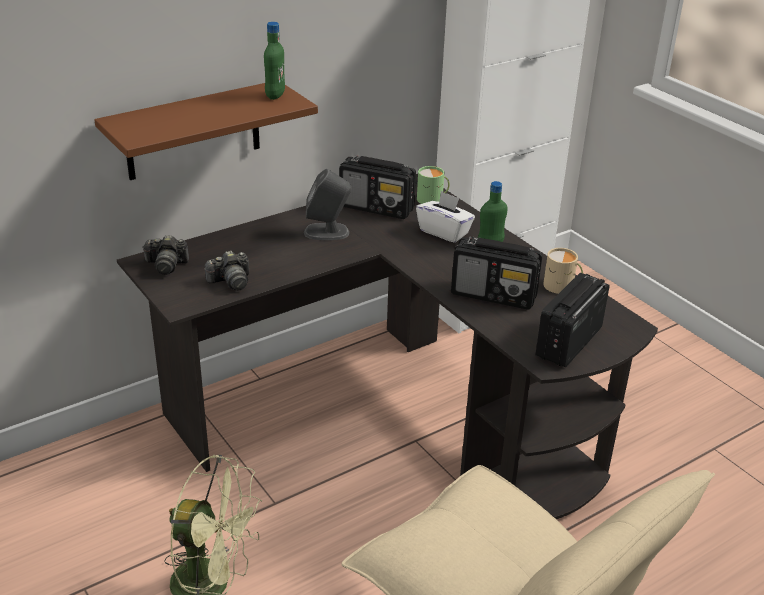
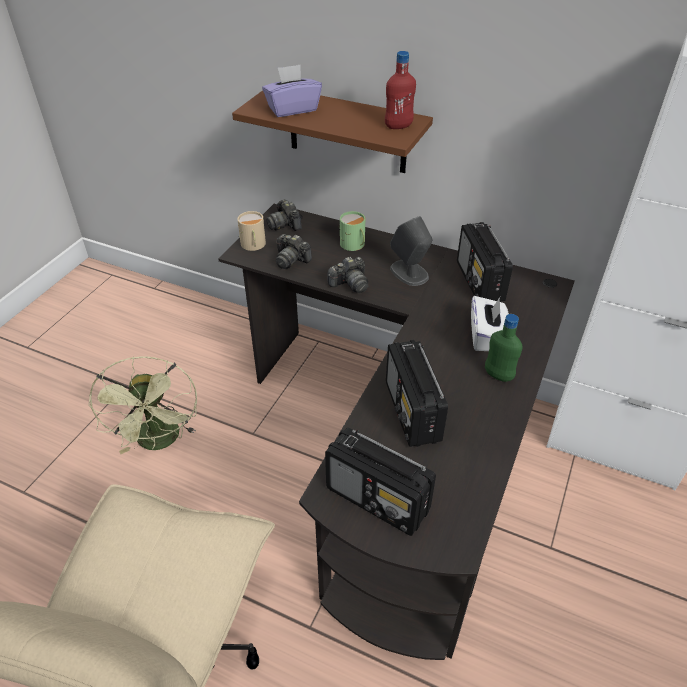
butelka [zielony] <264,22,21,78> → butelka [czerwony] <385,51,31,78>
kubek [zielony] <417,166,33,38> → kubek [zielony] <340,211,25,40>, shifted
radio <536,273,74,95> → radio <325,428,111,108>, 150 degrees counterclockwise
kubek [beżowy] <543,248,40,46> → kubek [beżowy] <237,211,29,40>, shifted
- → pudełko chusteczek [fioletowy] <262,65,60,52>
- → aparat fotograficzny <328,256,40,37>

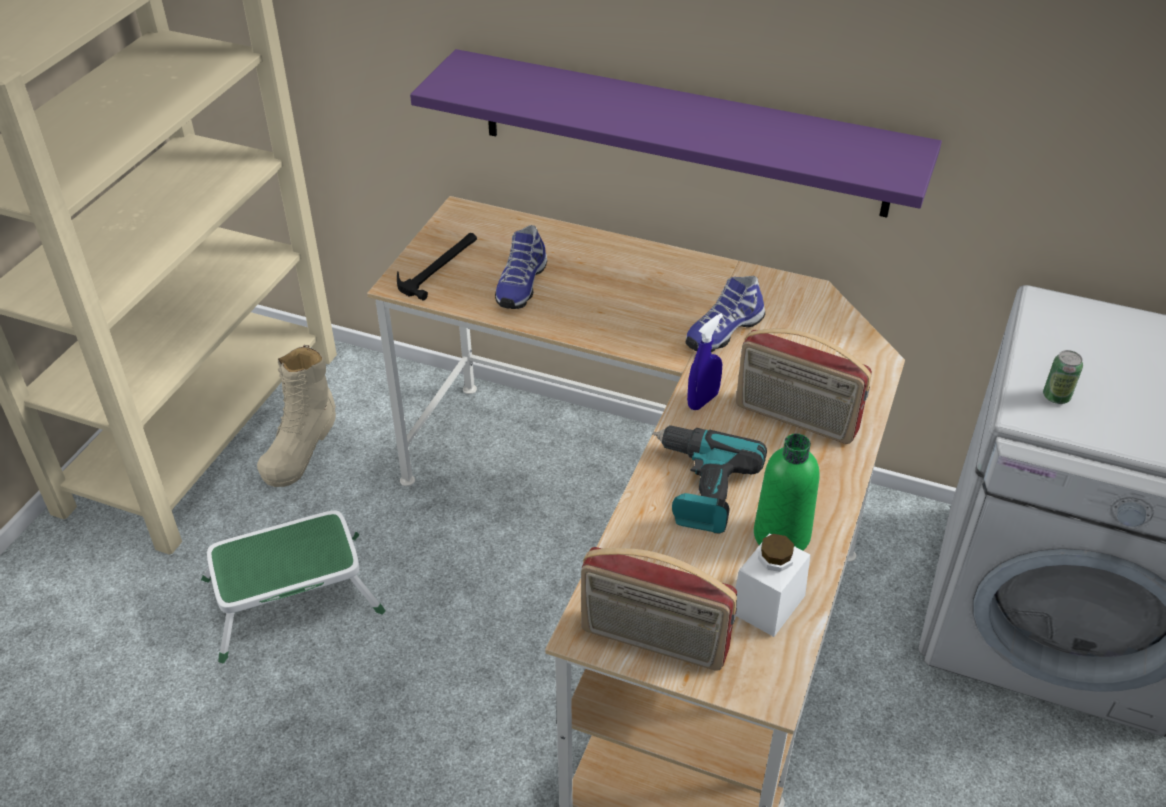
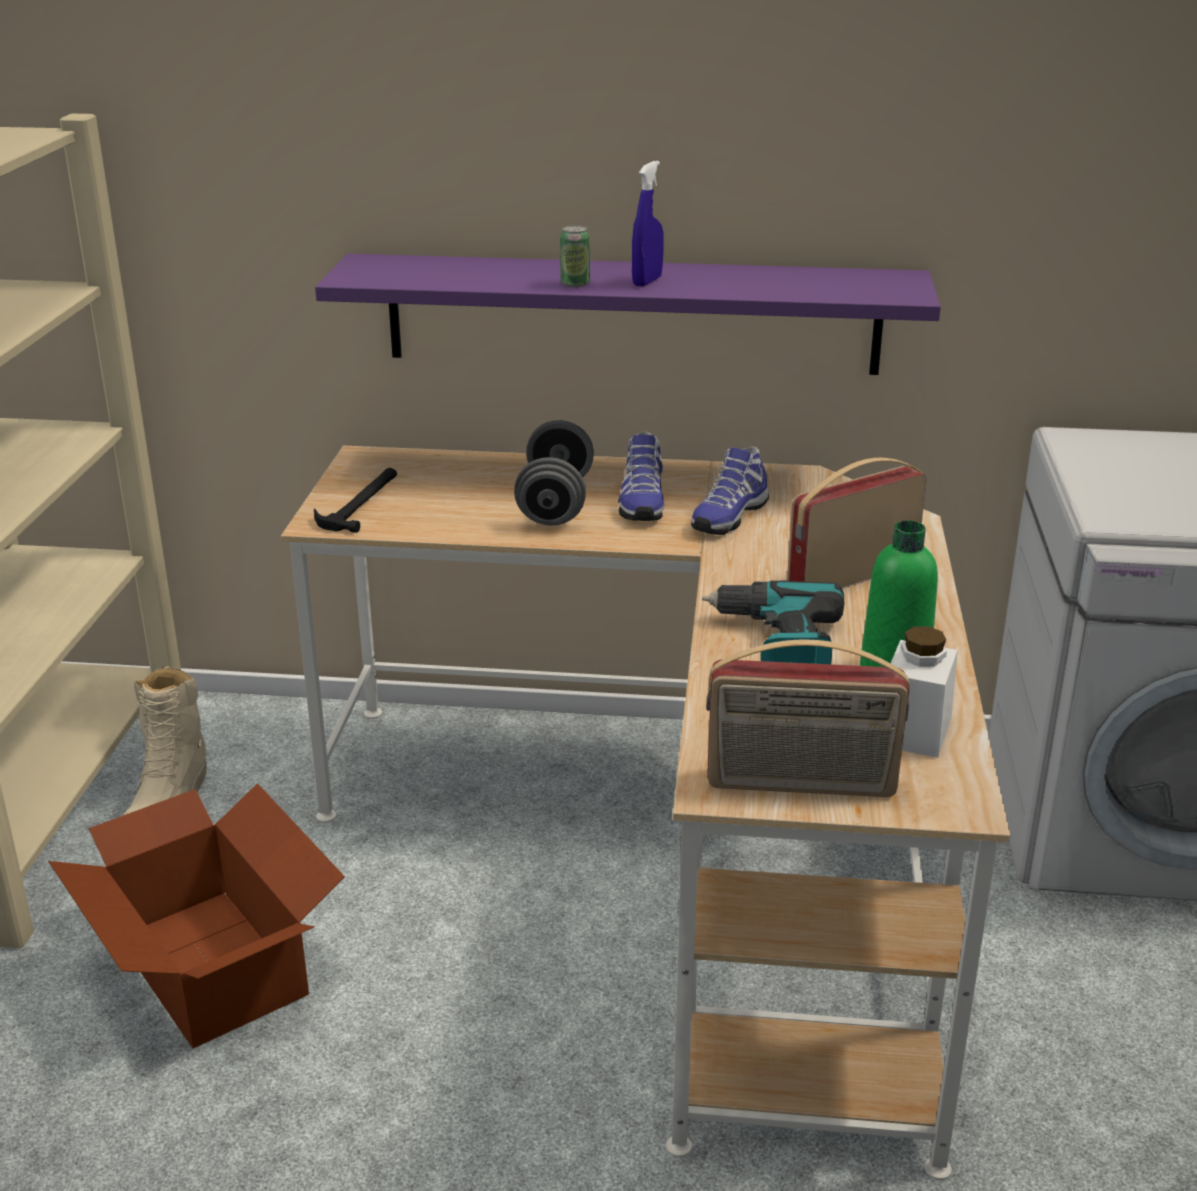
drabinka [zielony] <201,510,185,154> → karton <48,783,297,265>
but <495,225,52,84> → but <618,431,46,90>, shifted
spryskiwacz [niebieski] <687,313,36,97> → spryskiwacz [niebieski] <632,161,32,125>, shifted
radio <736,329,136,115> → radio <787,458,140,131>, 135 degrees clockwise
puszka <1043,350,40,54> → puszka <560,226,30,62>, shifted
- → hantel [szary] <514,420,80,105>

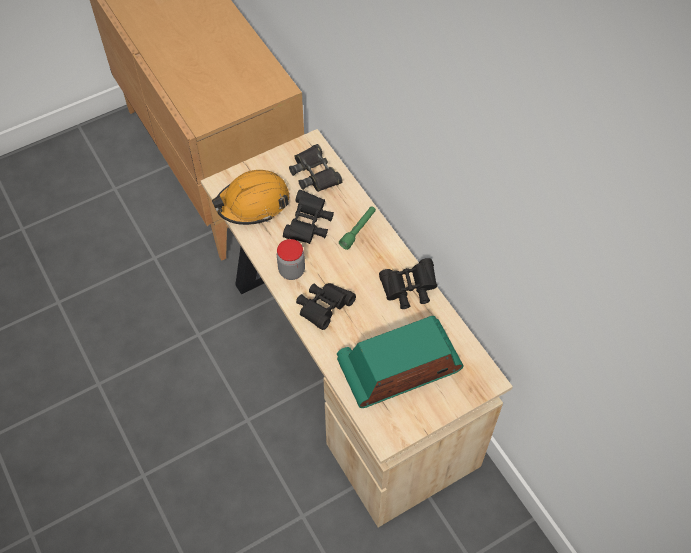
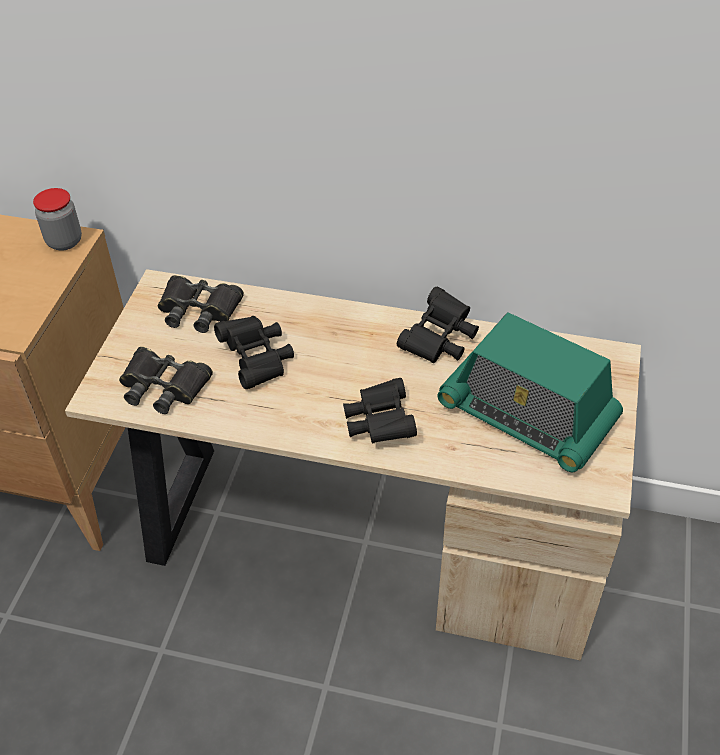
kask [pomarańczowy] <212,170,77,55> → lornetka [czarny] <119,347,94,67>
słoik <277,239,28,41> → słoik <33,188,49,63>, shifted
radio <337,316,127,92> → radio <437,312,186,160>, 75 degrees counterclockwise
latarka [zielony] <339,206,37,44> → -

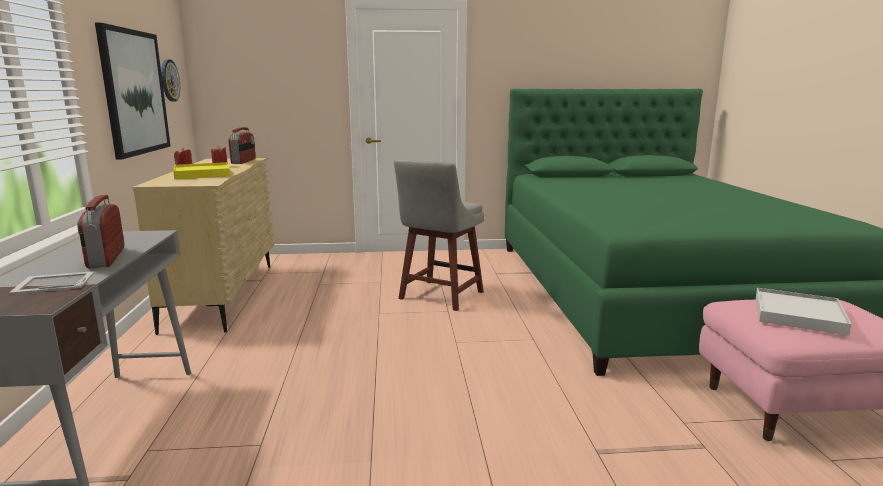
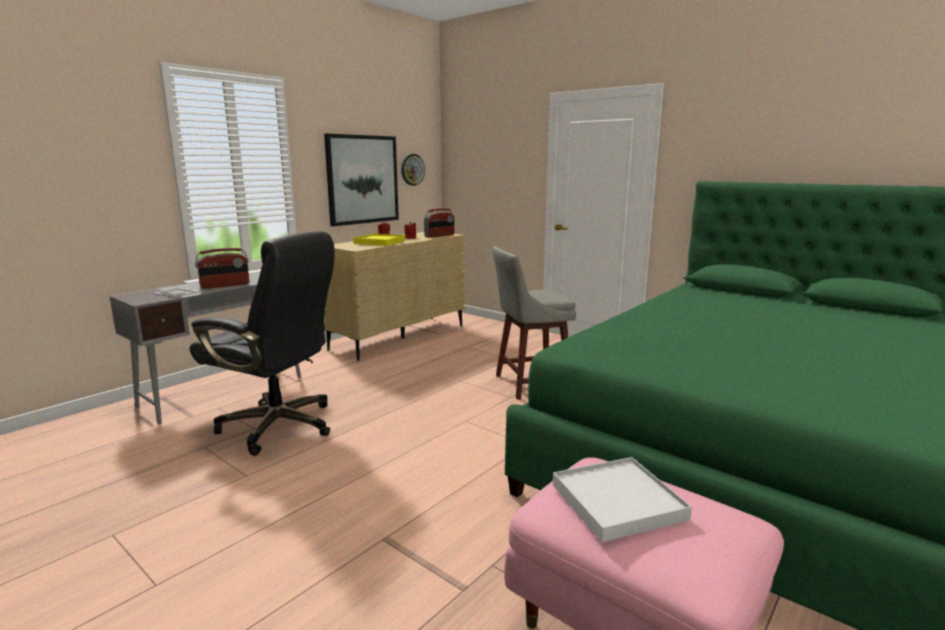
radio <77,195,48,73> → radio <195,248,54,41>, 150 degrees counterclockwise
- → krzesło biurowe [czarny] <189,231,146,225>

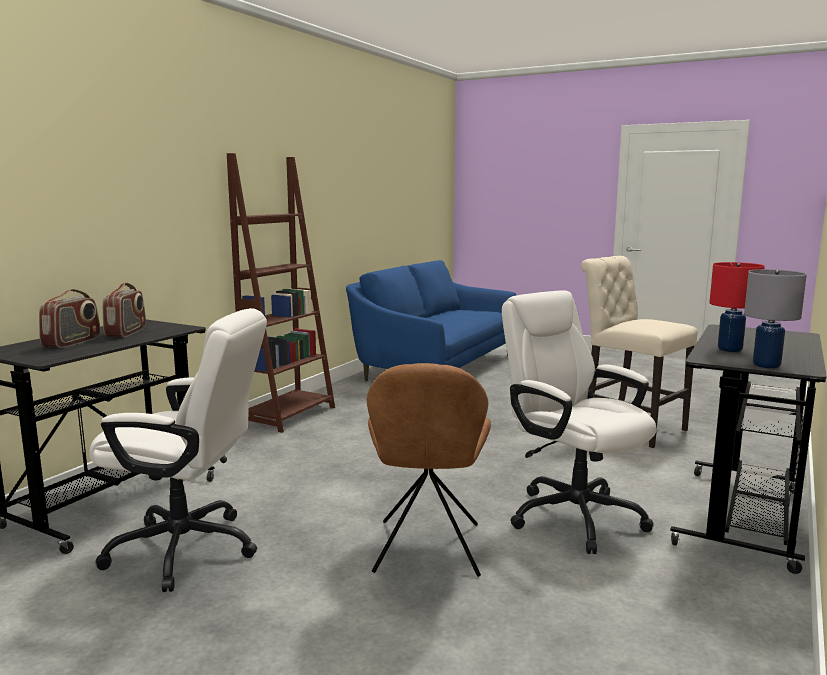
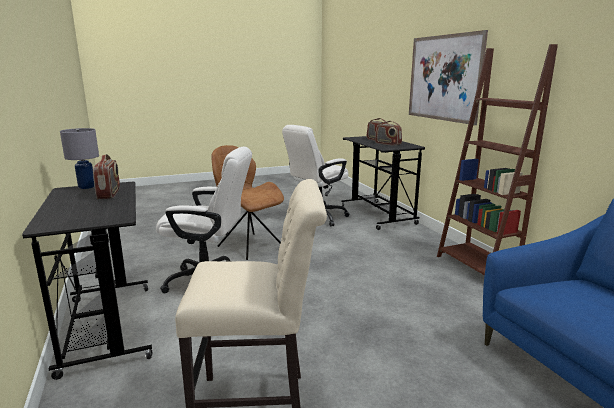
lampa stołowa [czerwony] <709,262,56,90> → radio <93,154,27,45>
- → obraz <409,30,79,95>

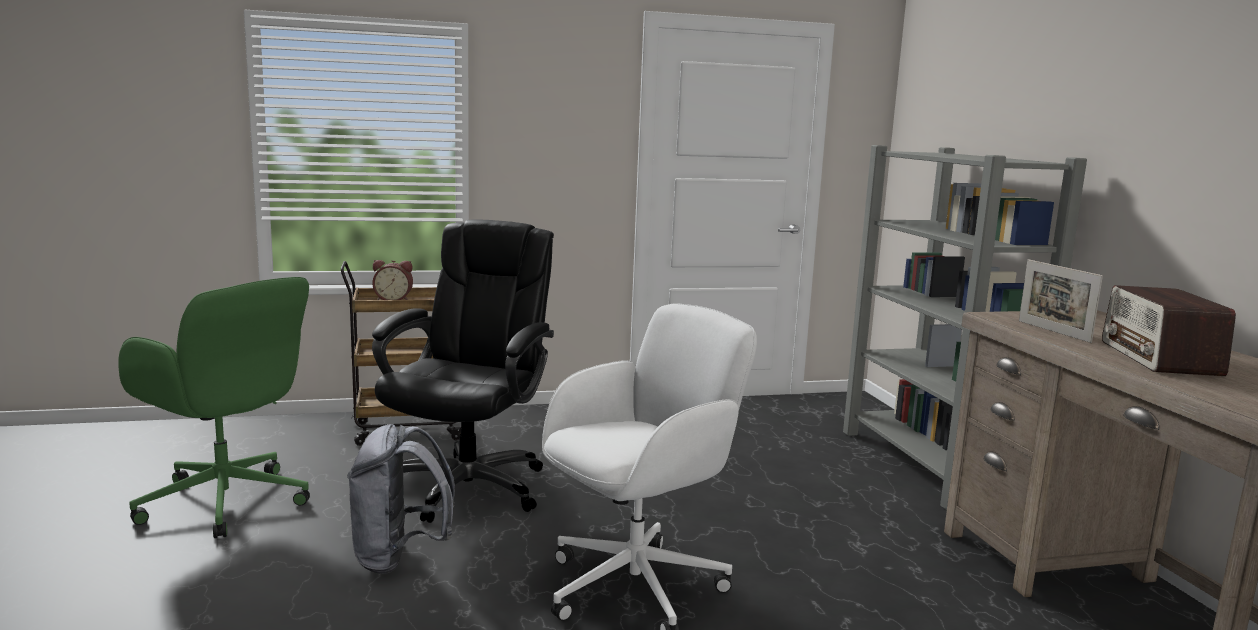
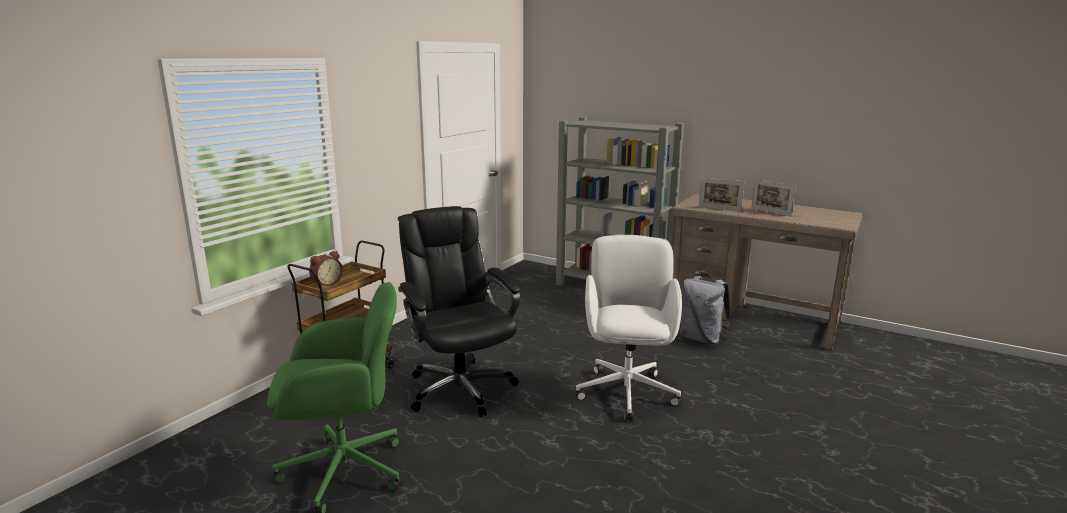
plecak [szary] <347,424,108,150> → plecak [szary] <680,276,51,68>, shifted
radio <1102,285,134,91> → ramka na zdjęcie <751,179,44,37>

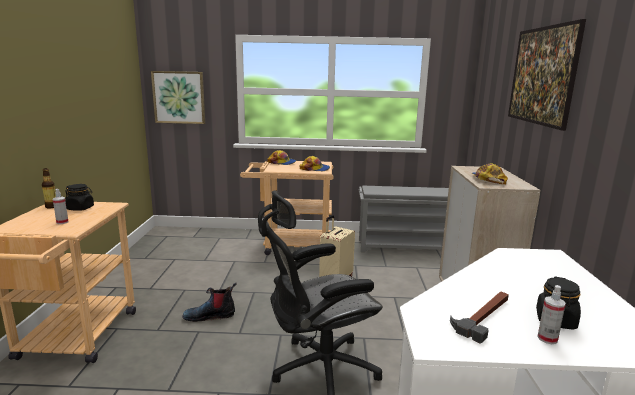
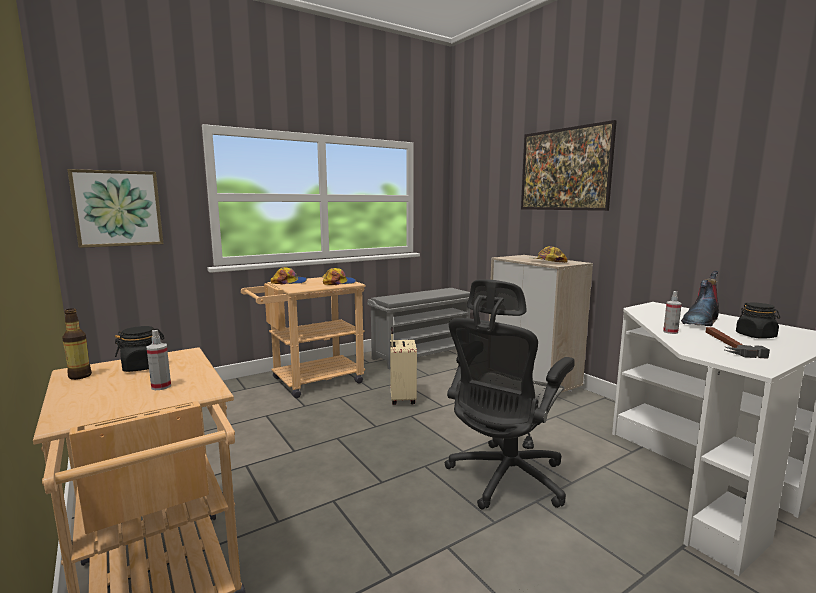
but z cholewką <182,283,55,39> → but z cholewką <681,271,38,55>, shifted
spryskiwacz <537,285,29,59> → spryskiwacz <663,291,19,43>, shifted

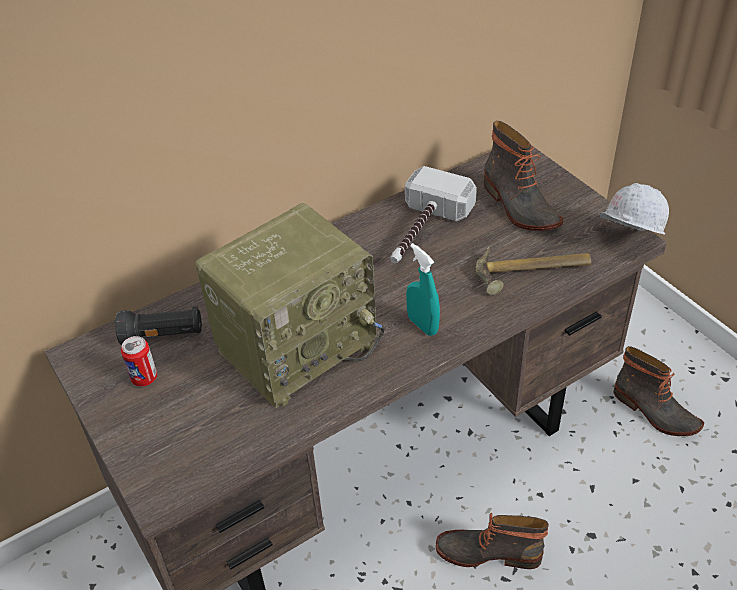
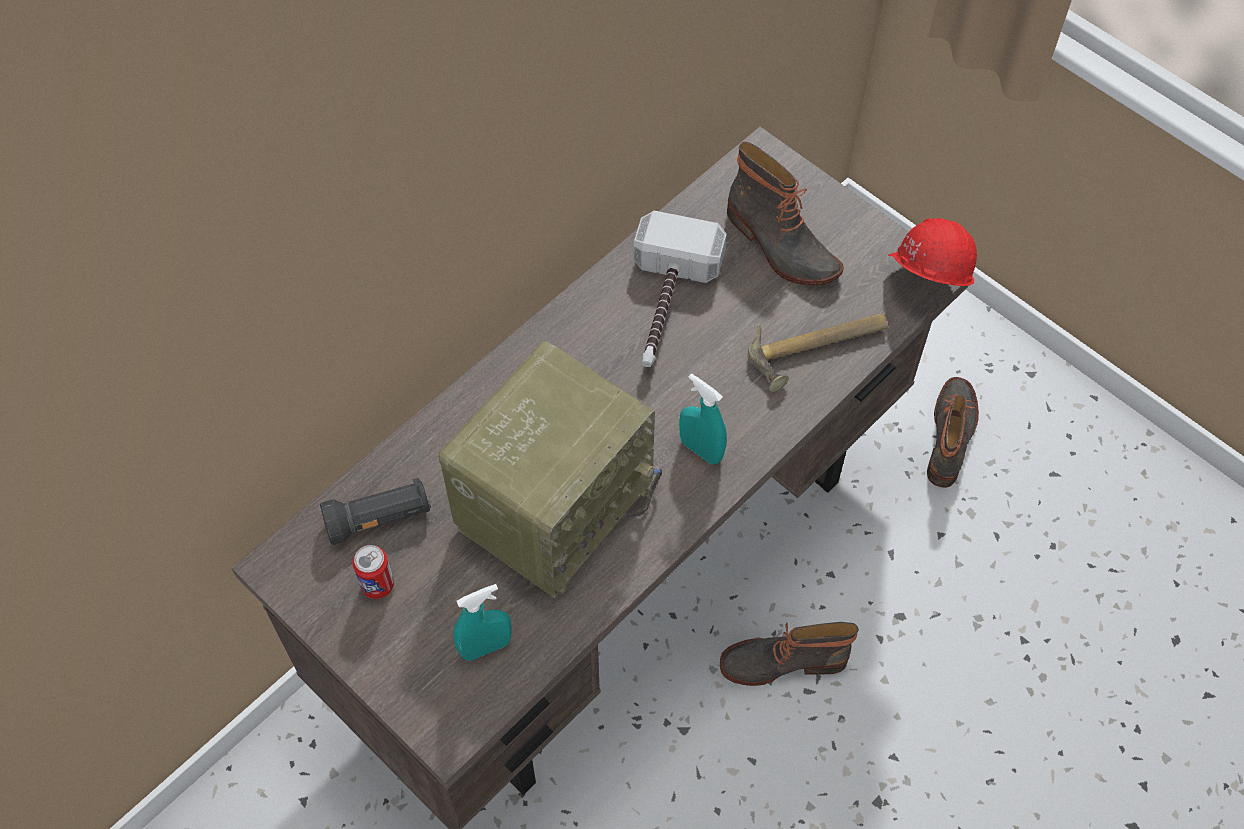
kask [biały] <599,183,70,52> → kask [czerwony] <887,218,90,68>
but z cholewką <613,346,91,90> → but z cholewką <927,377,52,111>, 105 degrees counterclockwise
- → spryskiwacz [turkusowy] <453,584,59,77>

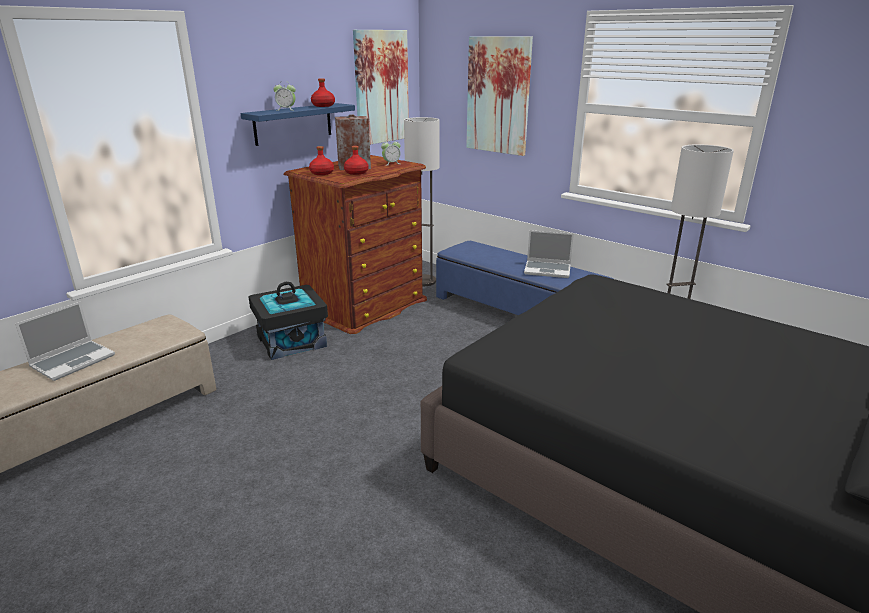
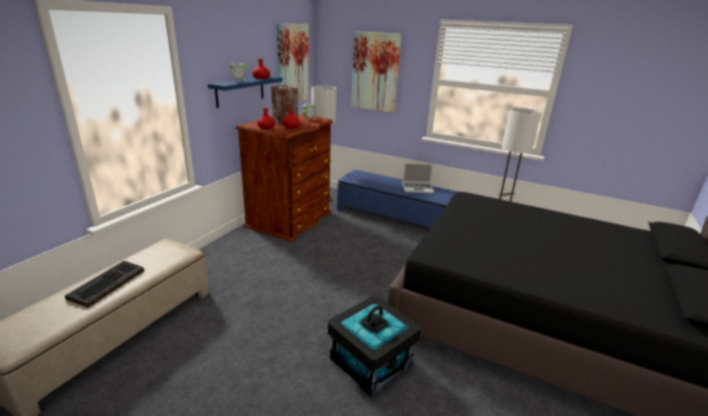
laptop <15,302,100,79> → klawiatura <65,261,80,46>
pojemnik do przechowywania [czarny] <249,282,79,78> → pojemnik do przechowywania [czarny] <328,296,93,100>, shifted

